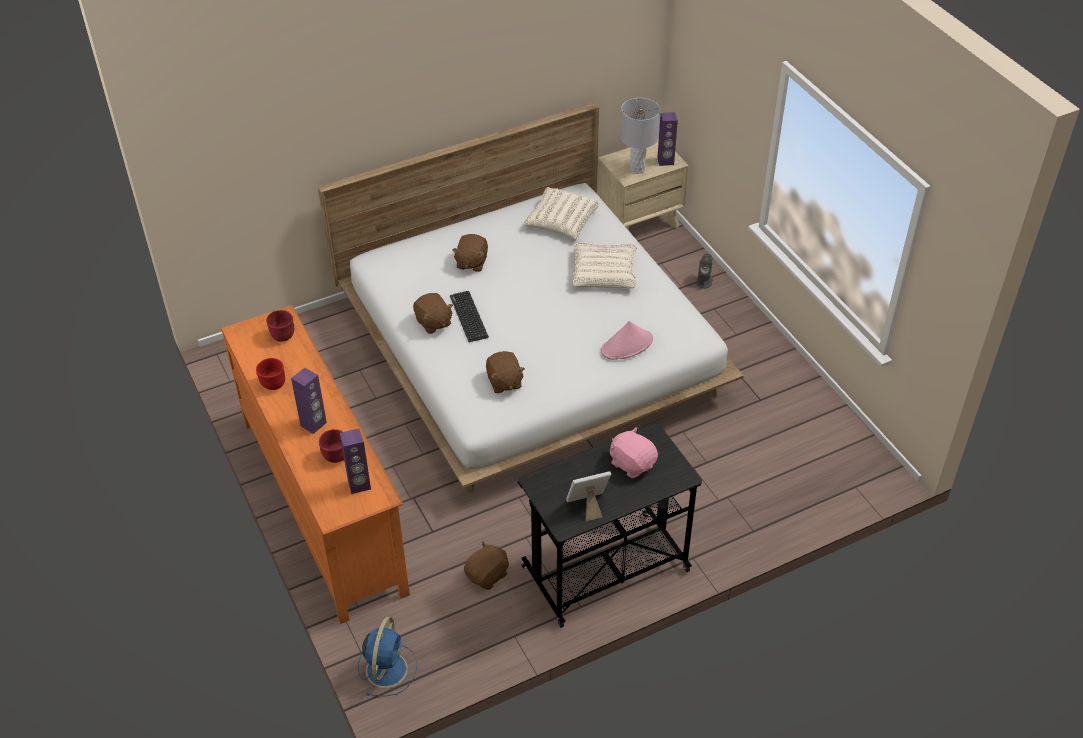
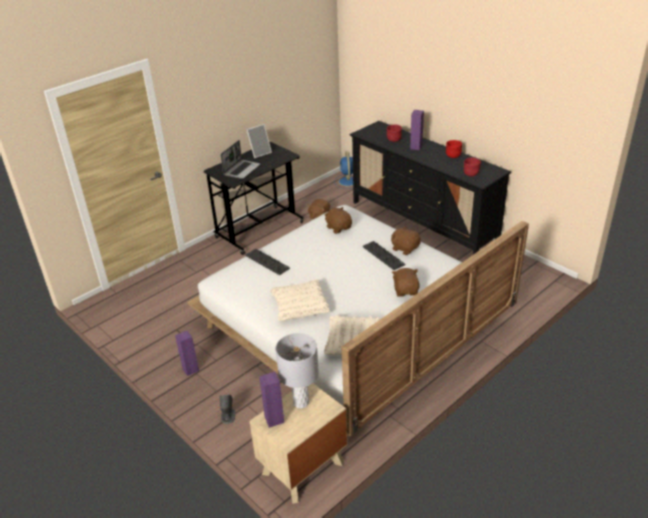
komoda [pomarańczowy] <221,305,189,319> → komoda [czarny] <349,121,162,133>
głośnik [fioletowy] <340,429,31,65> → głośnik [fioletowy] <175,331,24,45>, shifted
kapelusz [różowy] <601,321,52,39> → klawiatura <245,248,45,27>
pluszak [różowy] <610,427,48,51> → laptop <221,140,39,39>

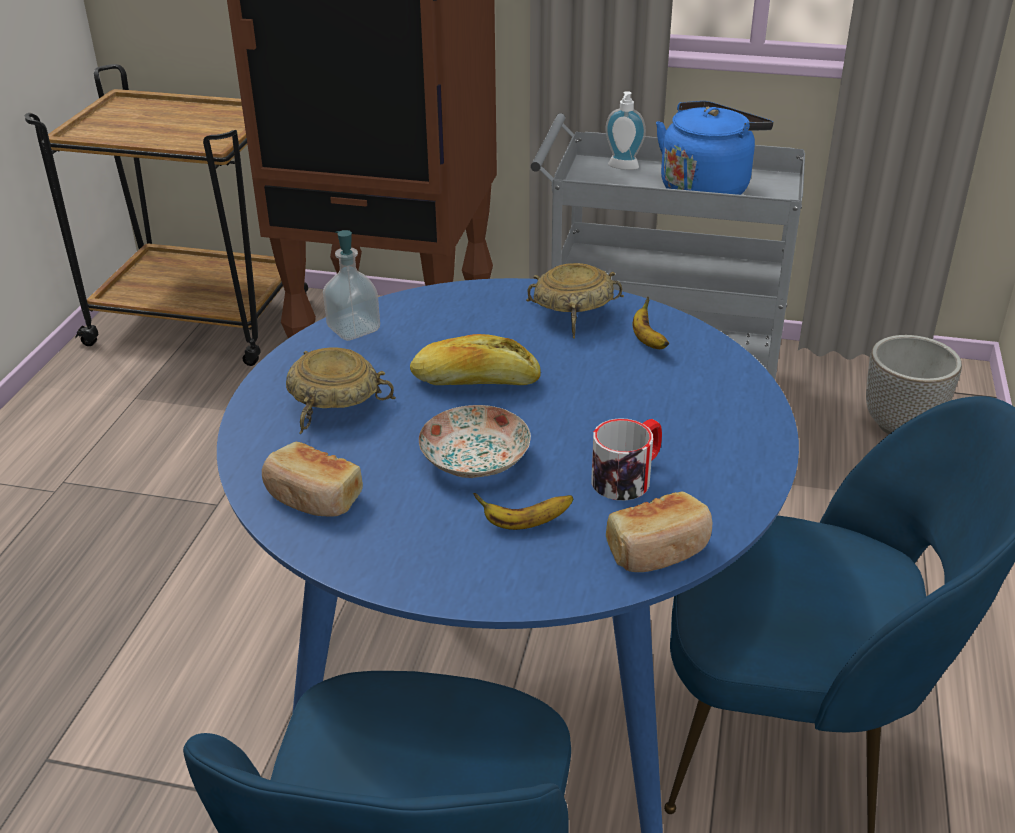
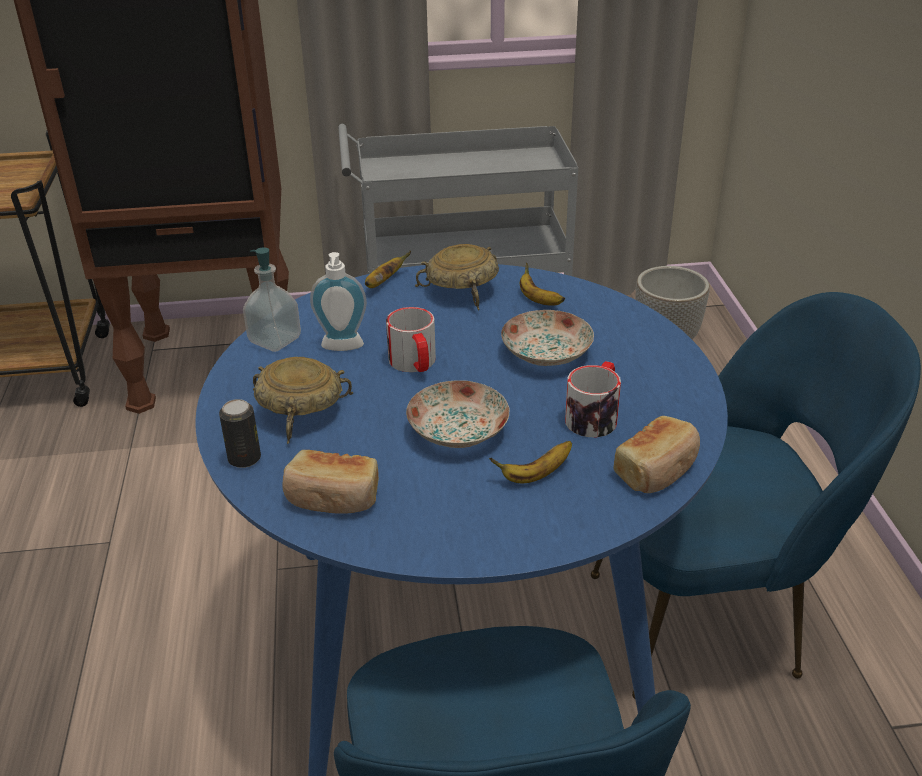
chleb <410,334,131,51> → kubek <386,307,50,65>
dozownik mydła <605,91,41,79> → dozownik mydła <310,252,57,99>, shifted
czajnik [niebieski] <656,101,117,94> → -
- → puszka <219,399,42,69>
- → banan <365,251,46,37>
- → talerz <501,310,93,56>

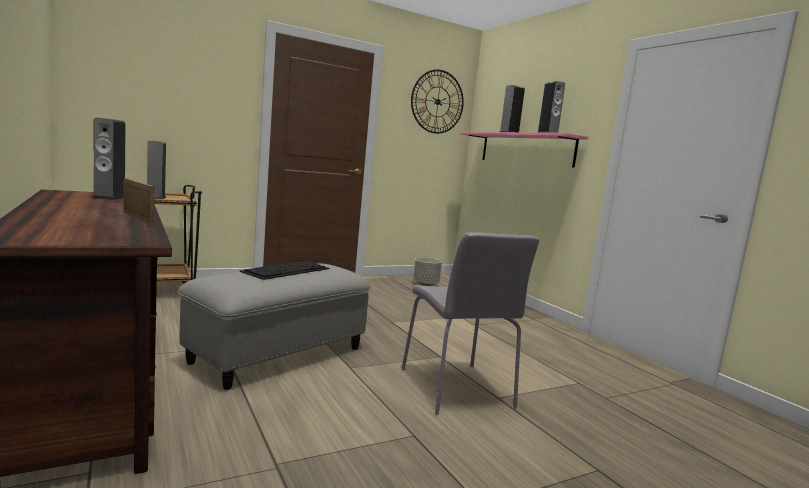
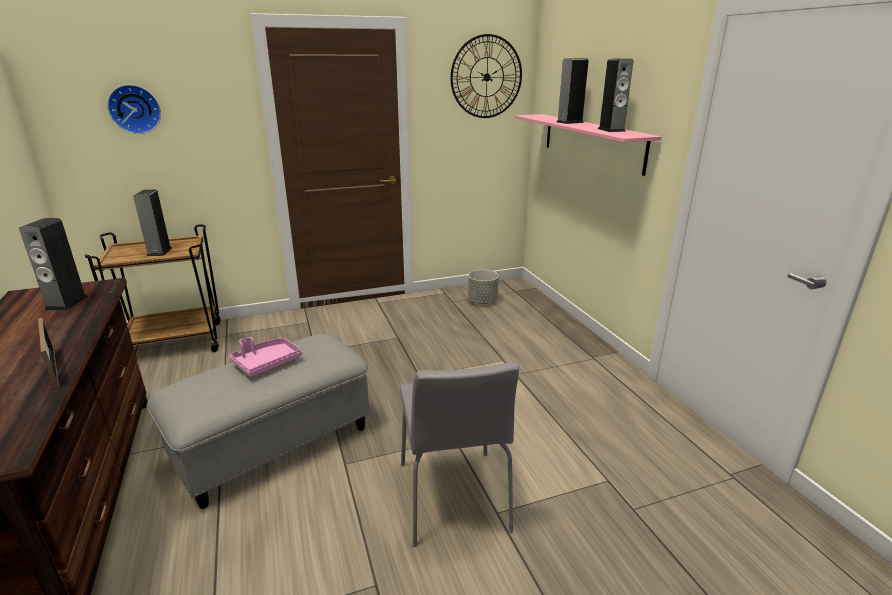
klawiatura <240,261,89,19> → taca [różowy] <230,337,72,40>
- → zegar ścienny <107,84,54,50>

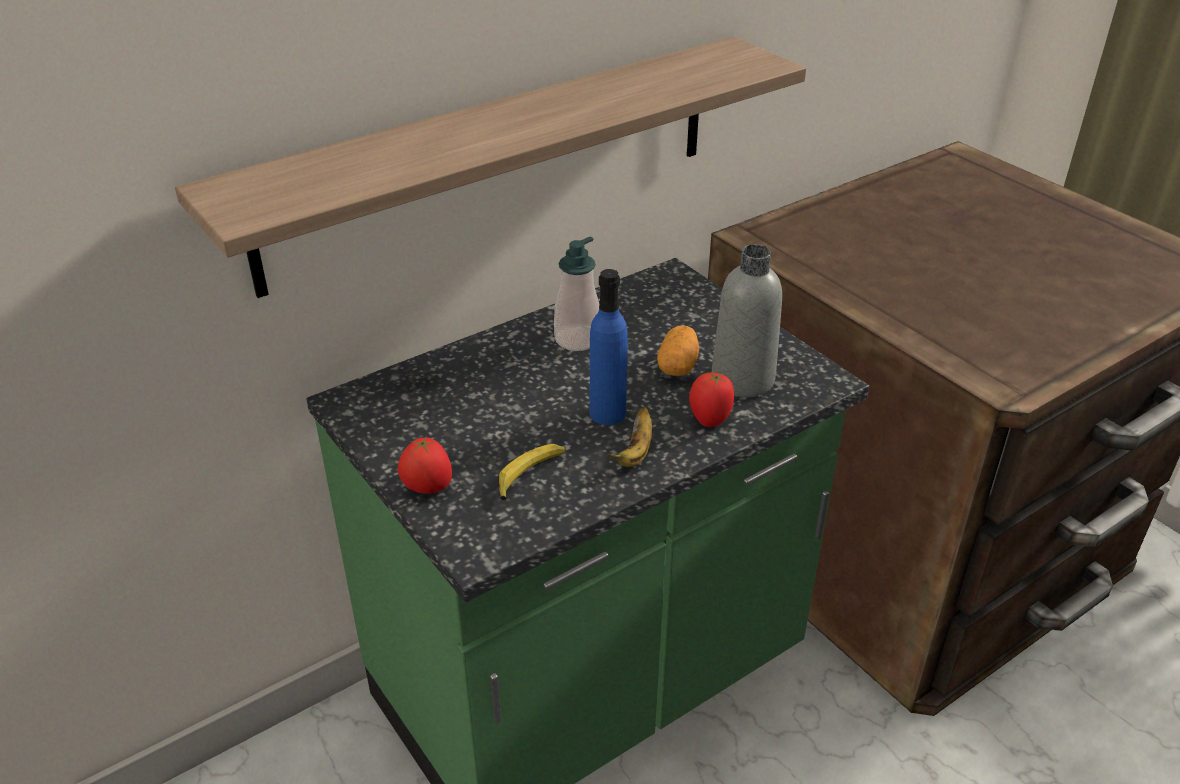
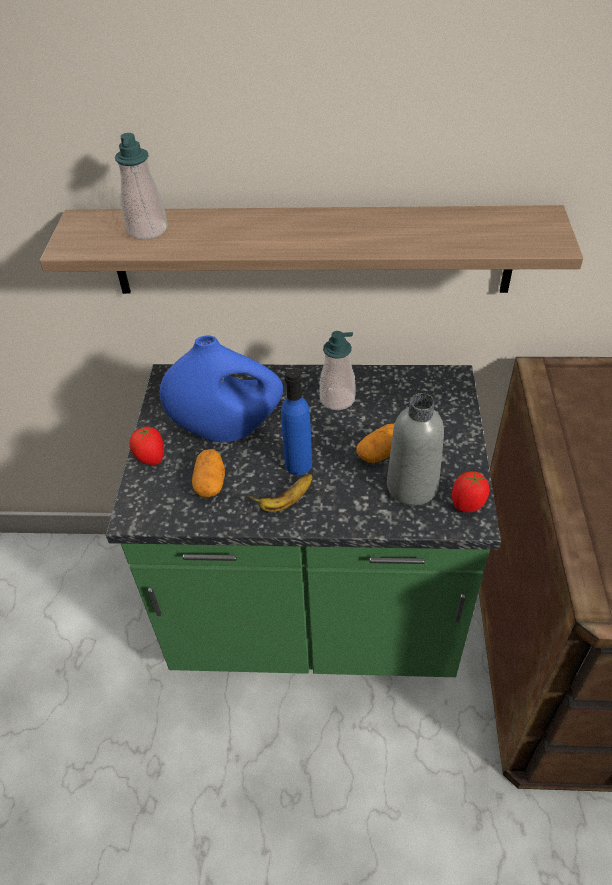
banan <499,444,67,56> → ziemniak <192,449,33,48>
pomidor <689,372,45,55> → pomidor <452,471,38,41>, shifted
- → dozownik mydła <115,133,53,107>
- → wazon [niebieski] <160,336,123,107>

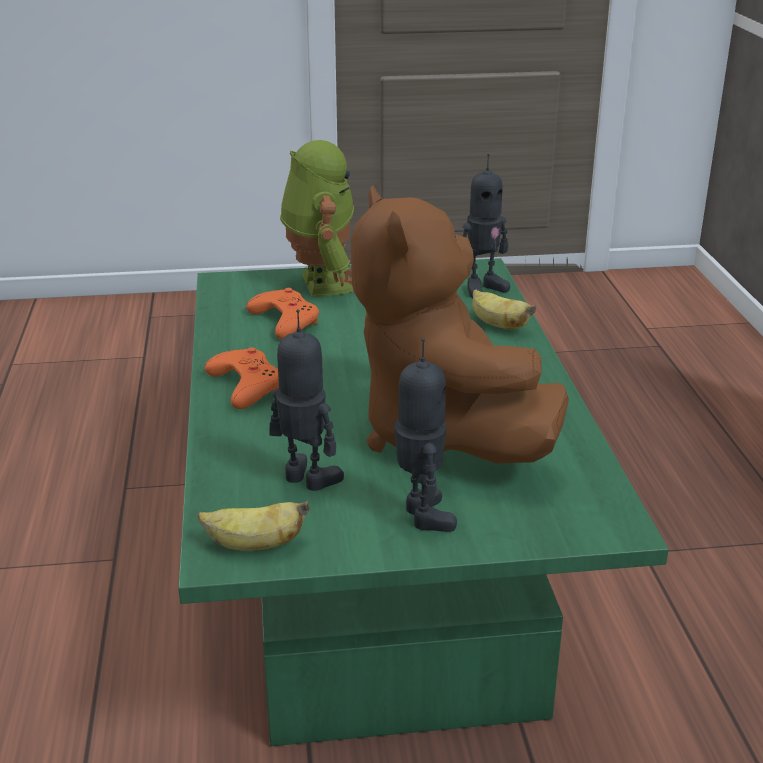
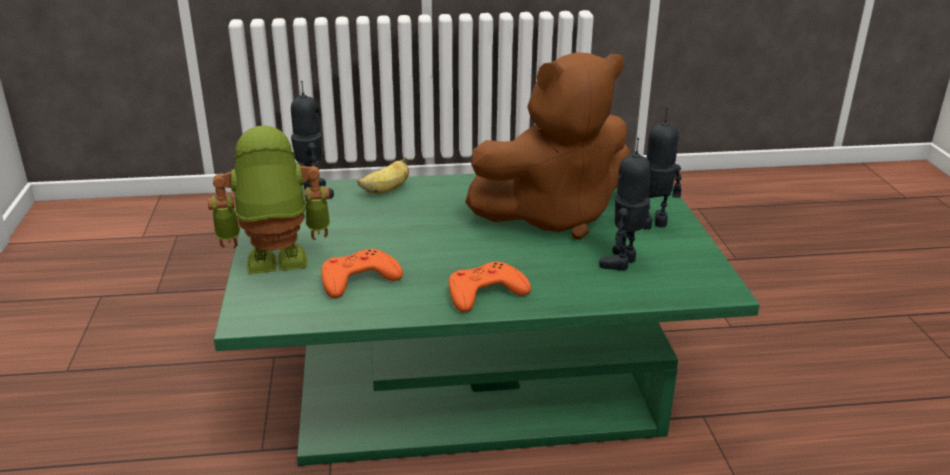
banan <198,501,112,50> → -

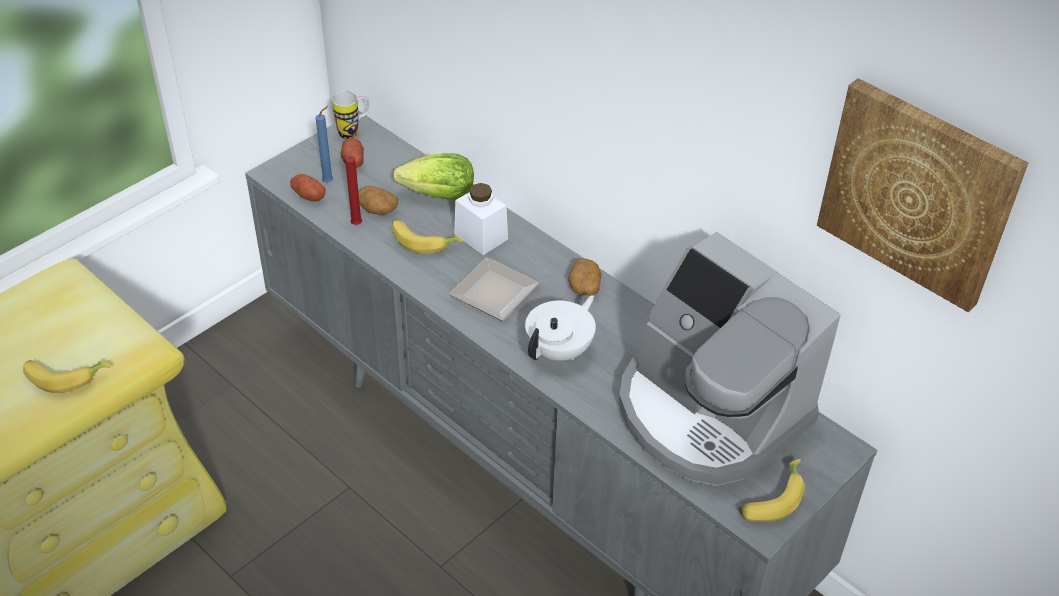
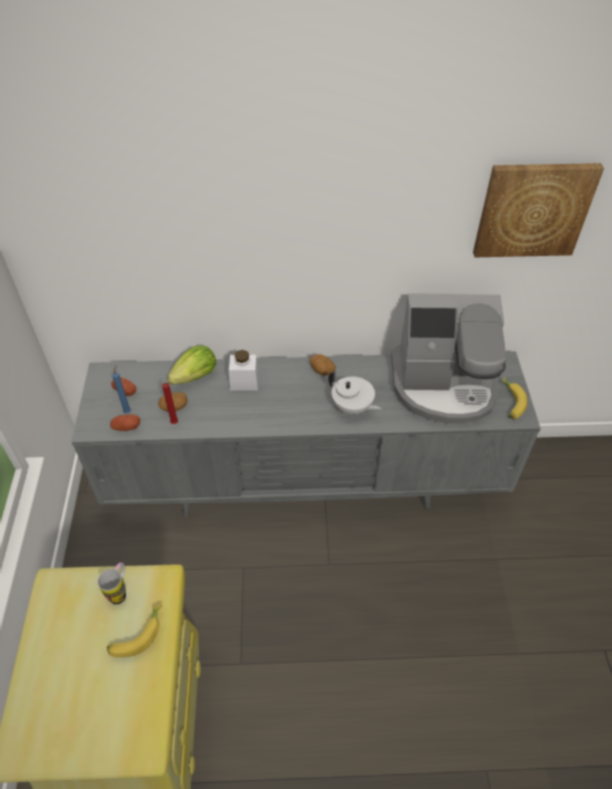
kubek <332,91,38,48> → kubek <97,562,29,43>, shifted
banan <391,220,72,34> → -
talerz <449,257,90,64> → -
imbryk [biały] <525,295,71,66> → imbryk [biały] <328,371,54,44>, 135 degrees clockwise

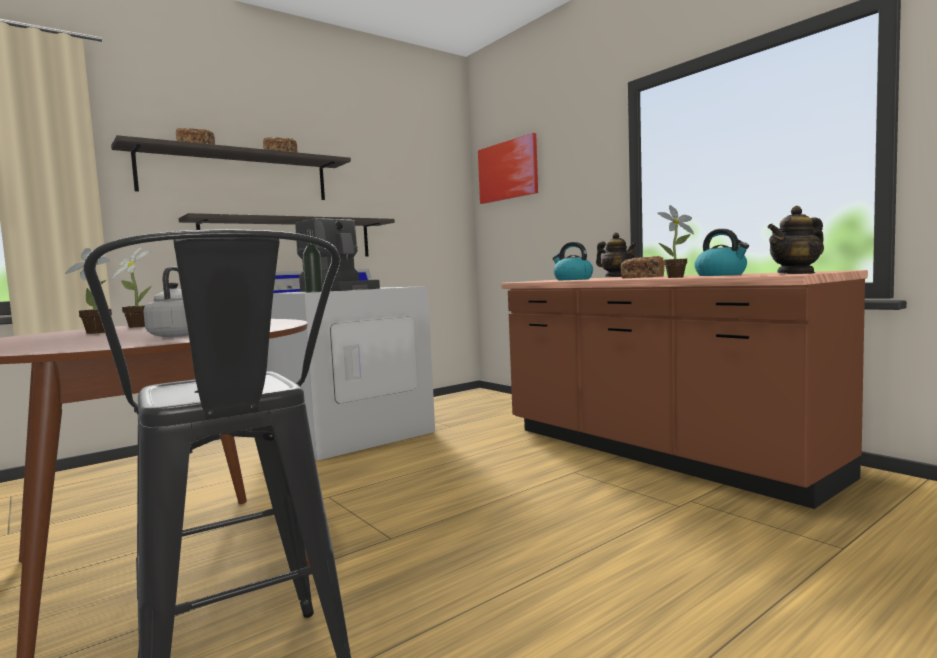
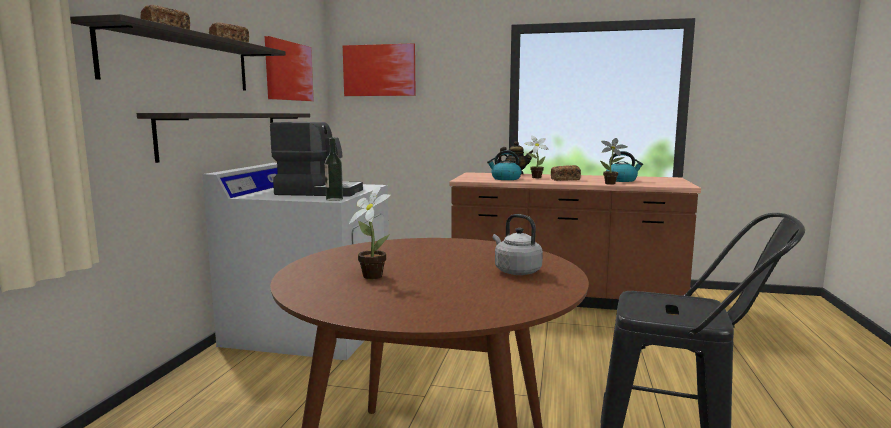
roślina doniczkowa <111,247,41,81> → roślina doniczkowa <525,135,24,43>, shifted
imbryk <767,206,57,68> → -
- → obraz <265,36,49,65>

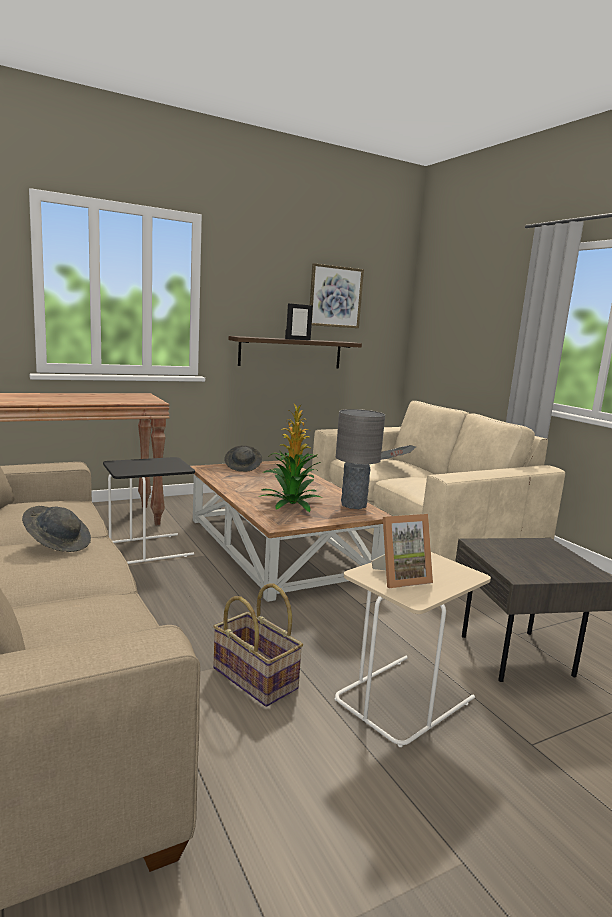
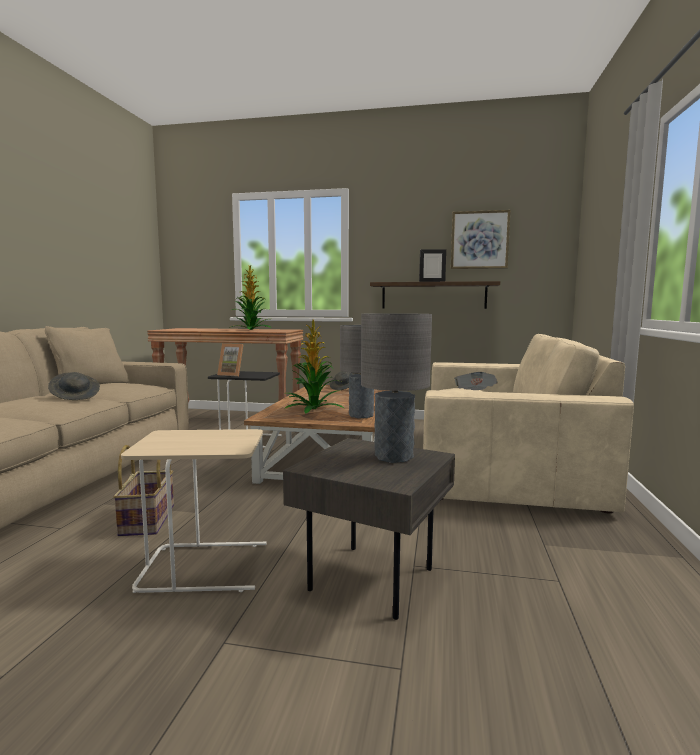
ramka na zdjęcie <371,514,62,74> → ramka na zdjęcie <217,343,26,34>, shifted
- → roślina doniczkowa <229,265,43,65>
- → lampa stołowa [szary] <361,313,71,150>

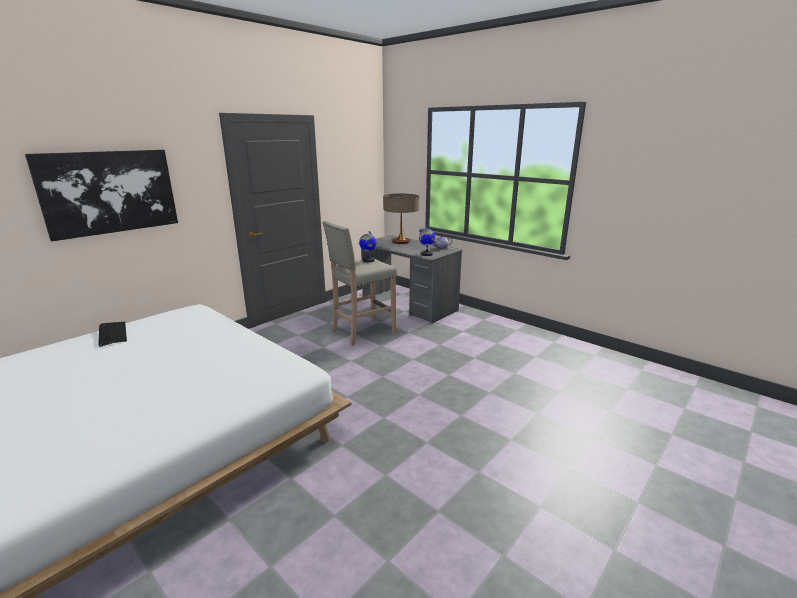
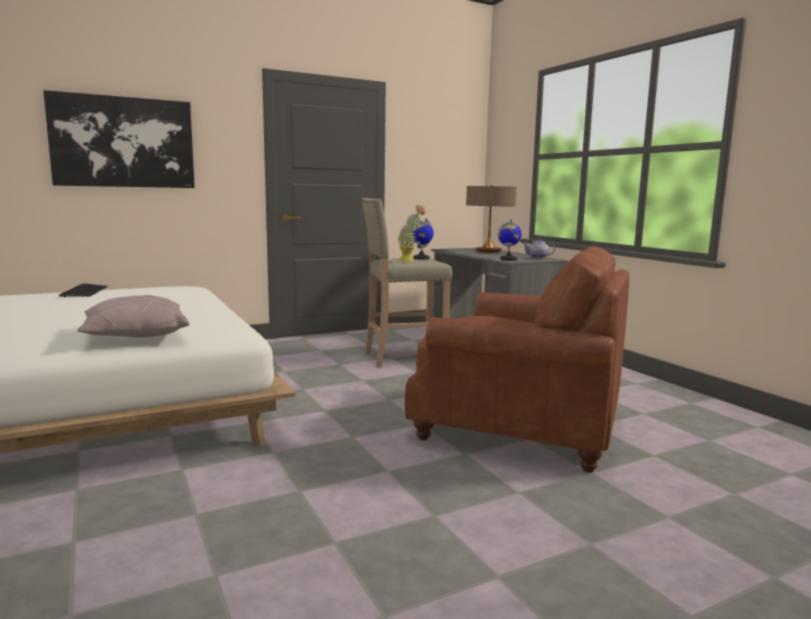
- → poduszka [fioletowy] <77,295,113,42>
- → roślina doniczkowa <398,205,28,57>
- → fotel [brązowy] <405,246,224,226>

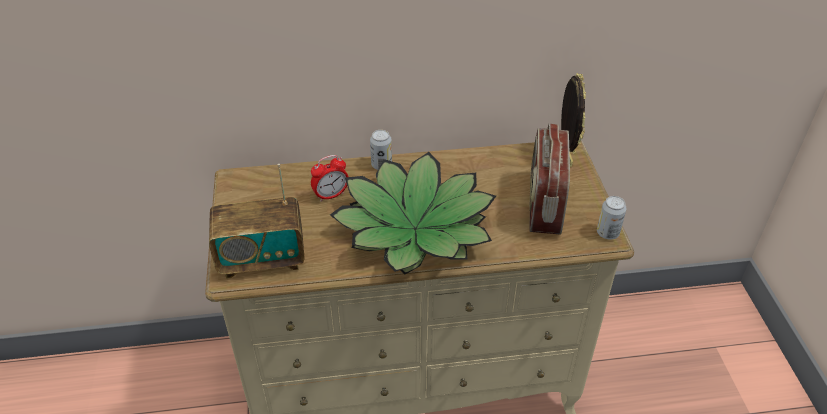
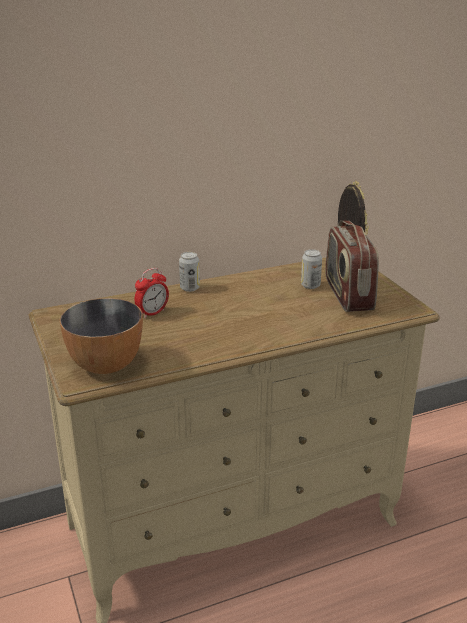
radio <209,164,95,115> → miska <60,298,83,76>
roślina doniczkowa <330,152,166,122> → -
puszka <597,196,30,44> → puszka <301,249,21,40>, shifted

